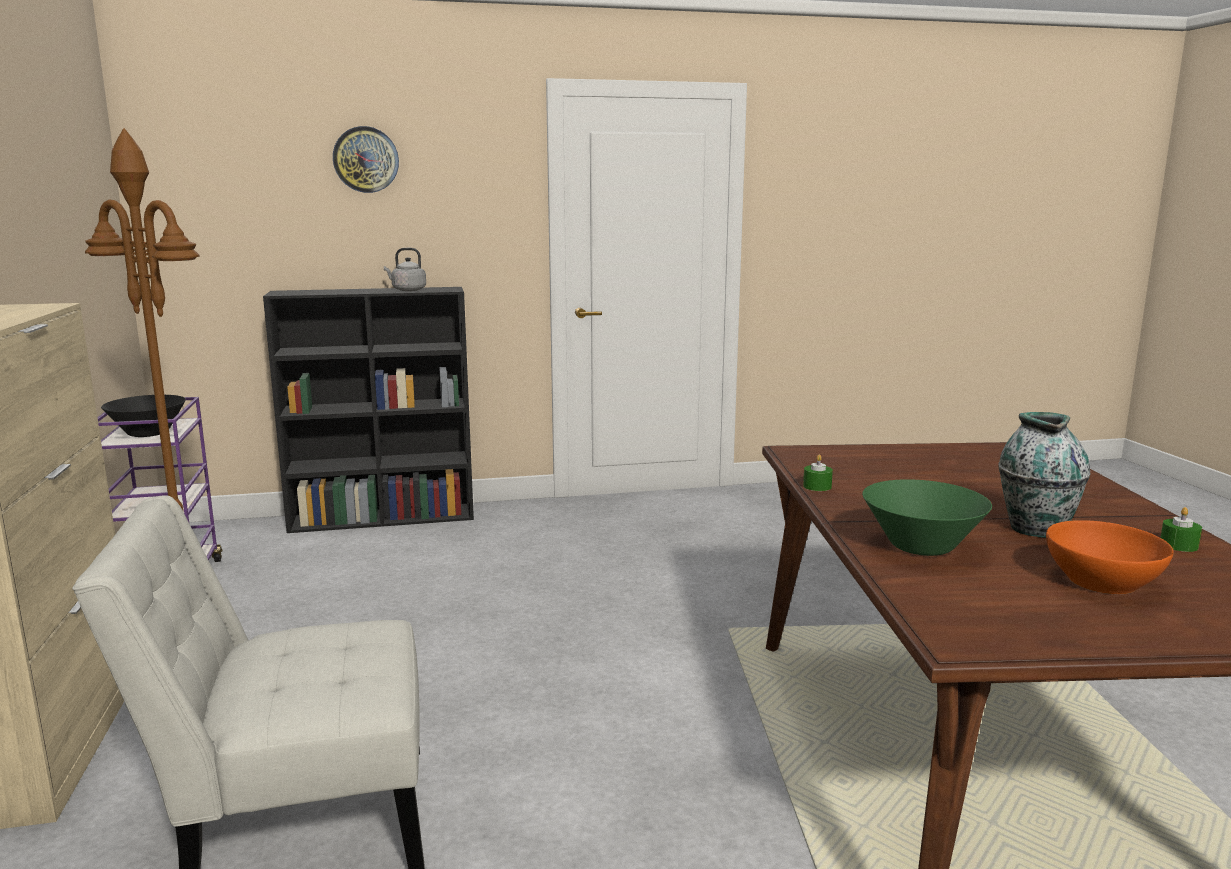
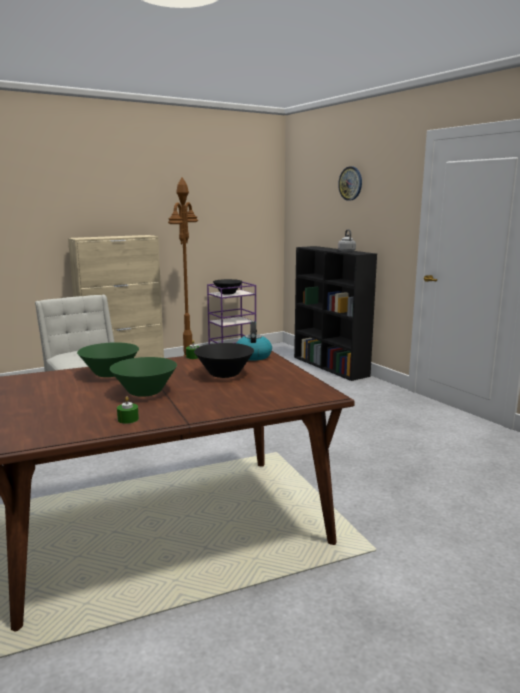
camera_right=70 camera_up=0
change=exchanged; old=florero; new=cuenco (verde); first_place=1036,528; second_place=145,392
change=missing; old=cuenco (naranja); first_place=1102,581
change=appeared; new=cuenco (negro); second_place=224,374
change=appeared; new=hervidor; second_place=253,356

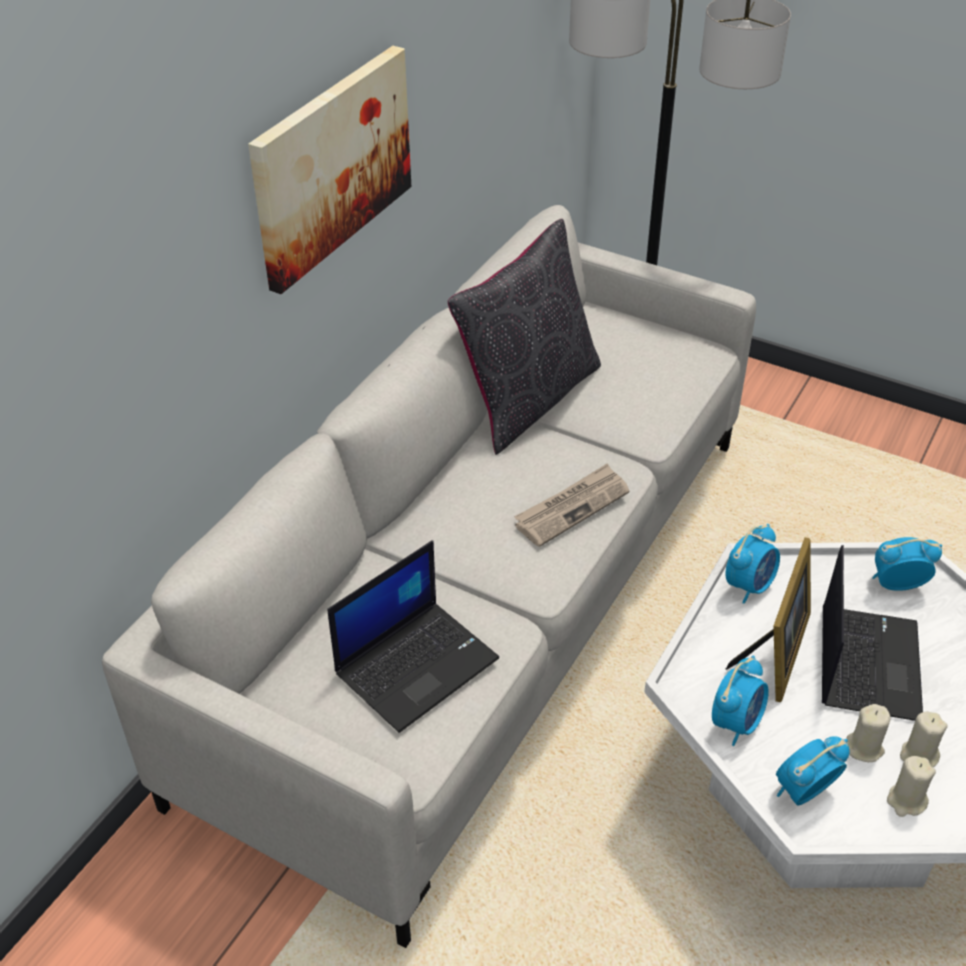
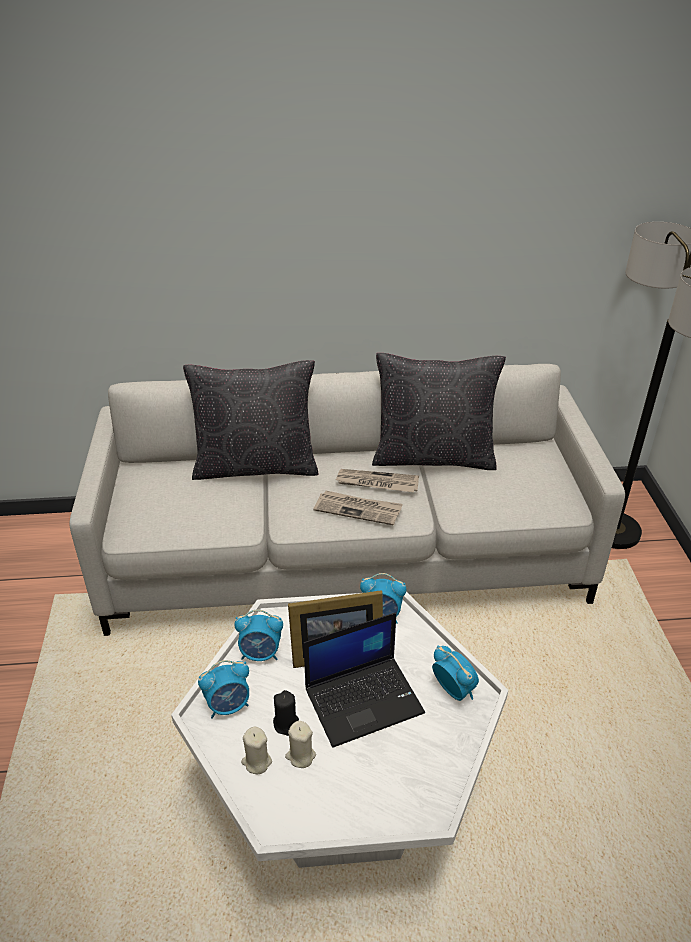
camera_right=55 camera_up=-5
change=missing; old=cuadro; first_place=331,165
change=missing; old=portátil; first_place=417,664
change=spun; old=despertador; first_place=803,791; second_place=228,705; degrees=135
change=colour; old=vela (beis); new=vela (negro); first_place=864,748; second_place=286,724
change=appeared; new=cojín (negro); second_place=256,466
change=appeared; new=periódico; second_place=377,483

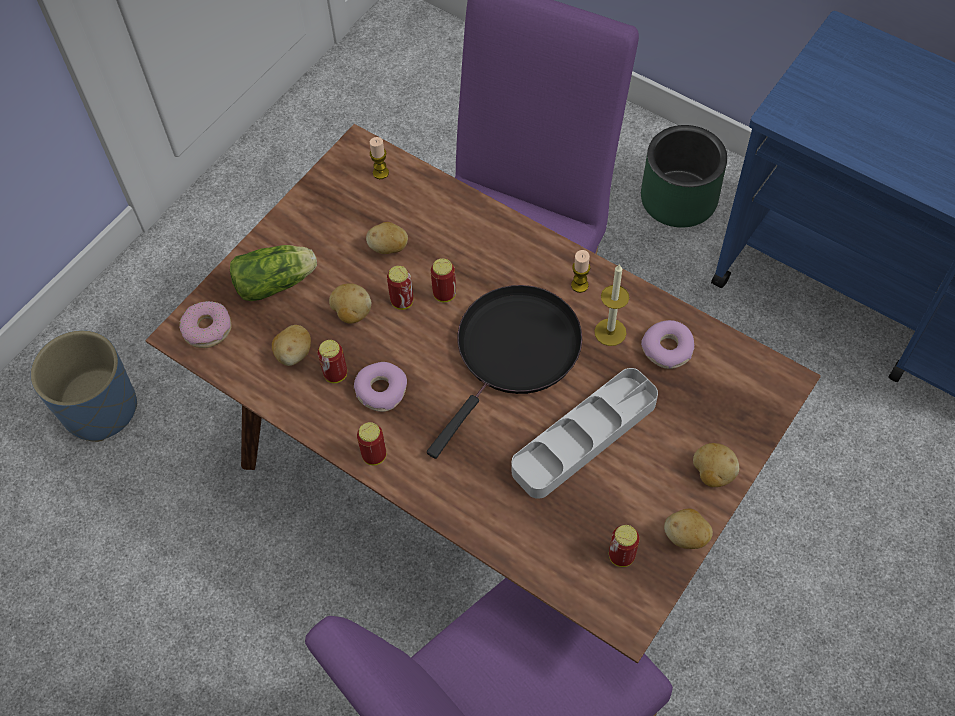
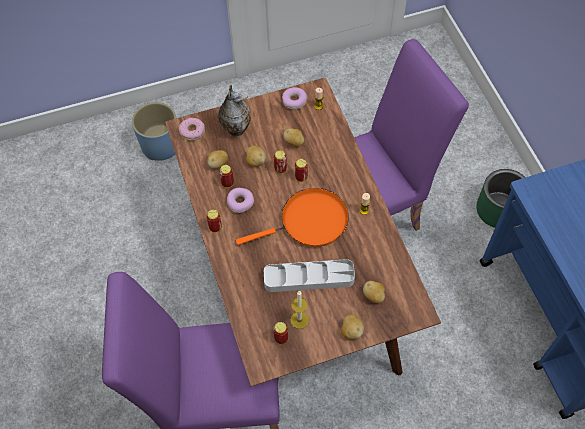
camera_right=35 camera_up=0
change=exchanged; old=lechuga; new=florero; first_place=278,282; second_place=236,129
change=colour; old=sartén (negro); new=sartén (naranja); first_place=514,352; second_place=309,222
change=relocated; old=vela; first_place=610,332; second_place=299,320
change=relocated; old=rosquilla; first_place=668,349; second_place=294,101
change=relocated; old=patata; first_place=686,536; second_place=374,296

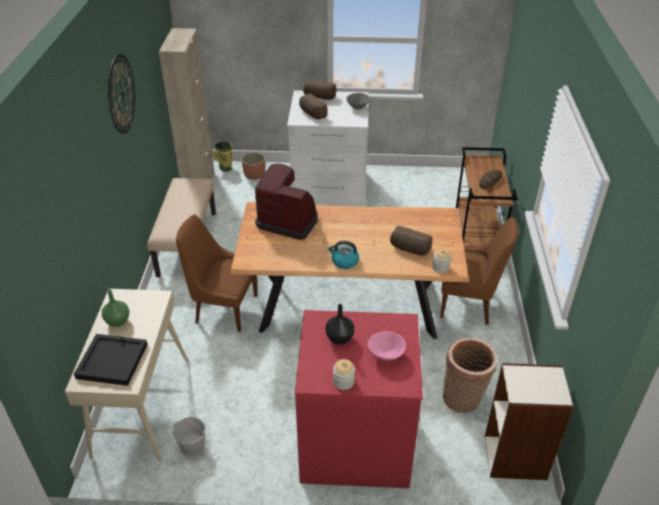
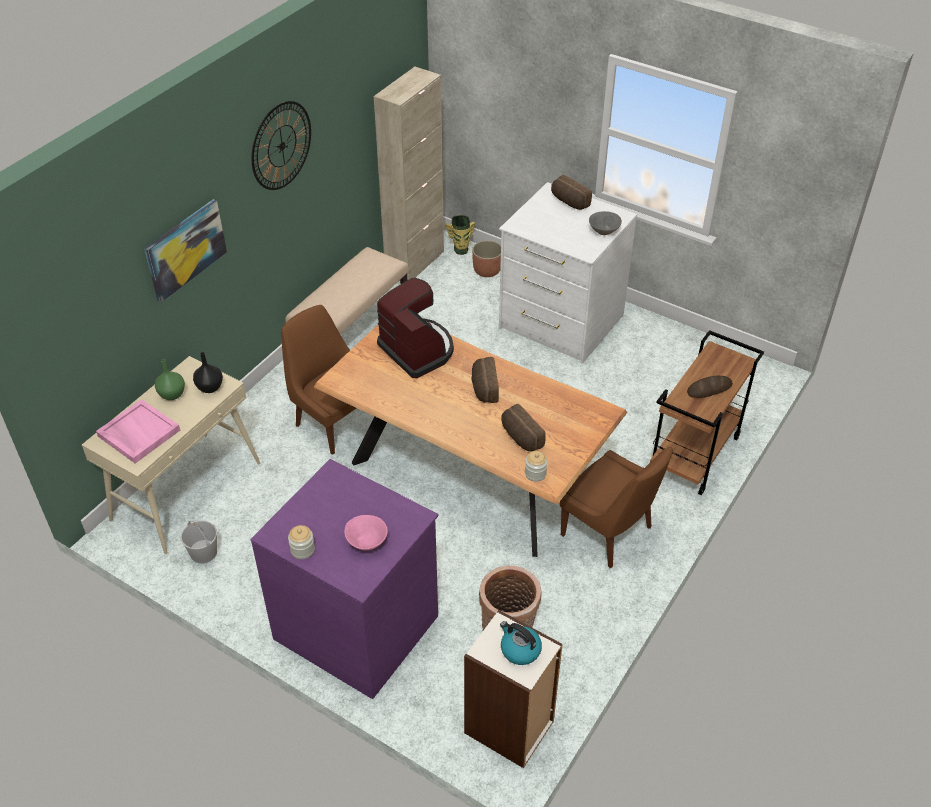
camera_right=30 camera_up=5
change=colour; old=bandeja (negro); new=bandeja (rosa); first_place=111,361; second_place=138,433
change=colour; old=cómoda (rojo); new=cómoda (morado); first_place=355,441; second_place=358,625
change=relocated; old=pan; first_place=311,113; second_place=483,388
change=relocated; old=florero (negro); first_place=339,338; second_place=210,387
change=relocated; old=hervidor; first_place=344,262; second_place=519,650
change=appeared; new=cuadro; second_place=185,249

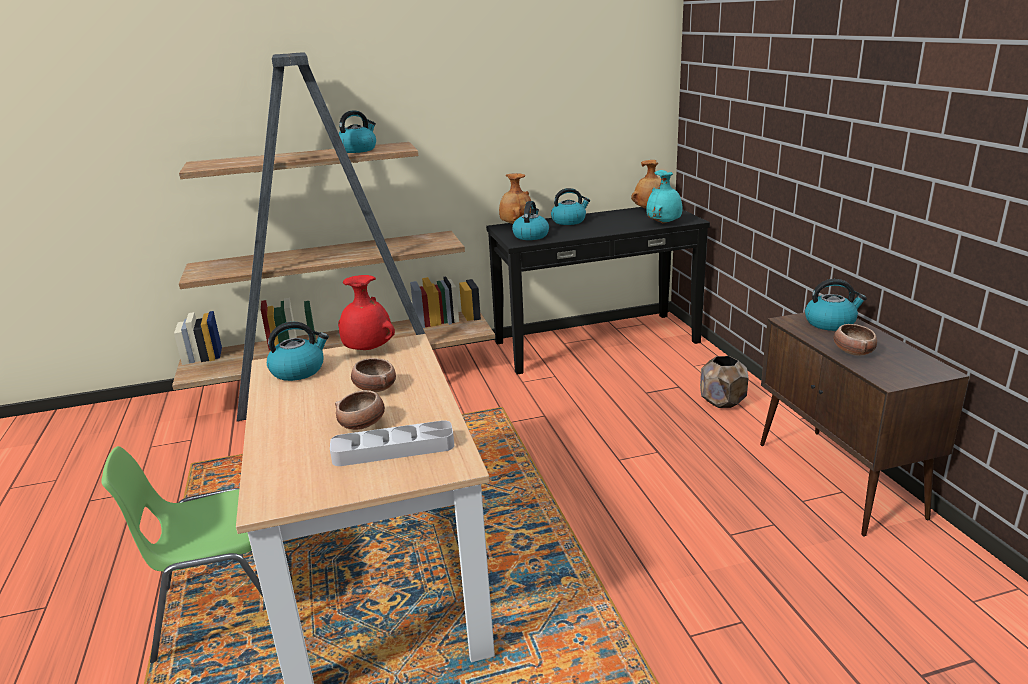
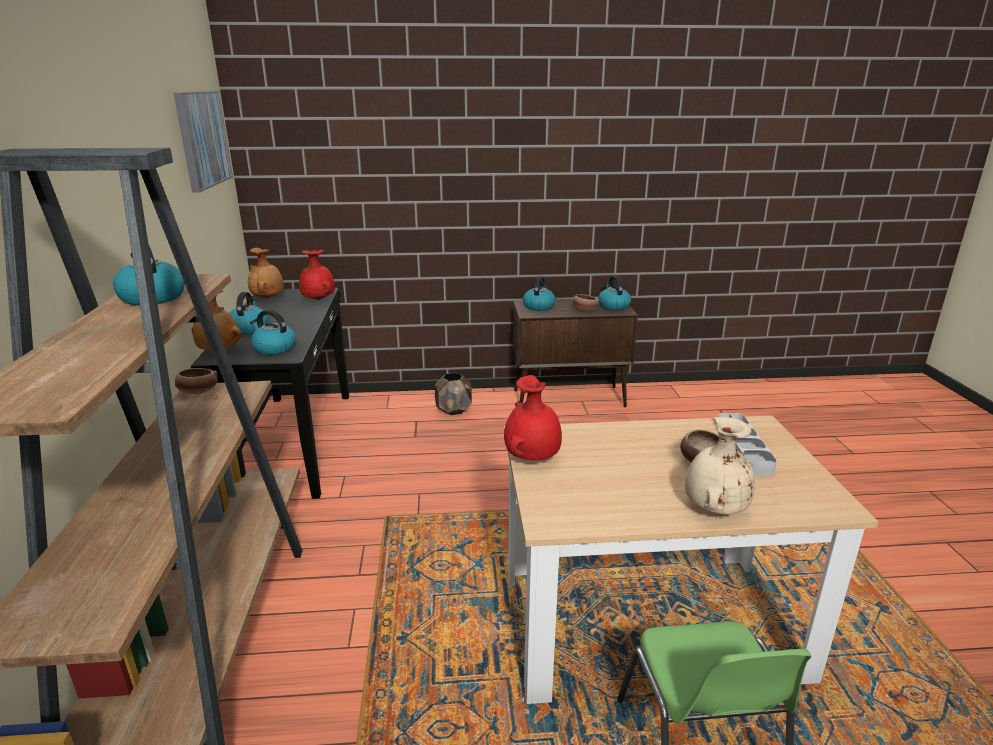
camera_right=-80 camera_up=0
change=relocated; old=hervidor; first_place=298,370; second_place=613,306
change=relocated; old=cuenco; first_place=375,388; second_place=197,392
change=colour; old=florero (turquesa); new=florero (rojo); first_place=664,223; second_place=319,299
change=appeared; new=cuadro; second_place=202,139
change=appeared; new=florero (beis); second_place=714,507

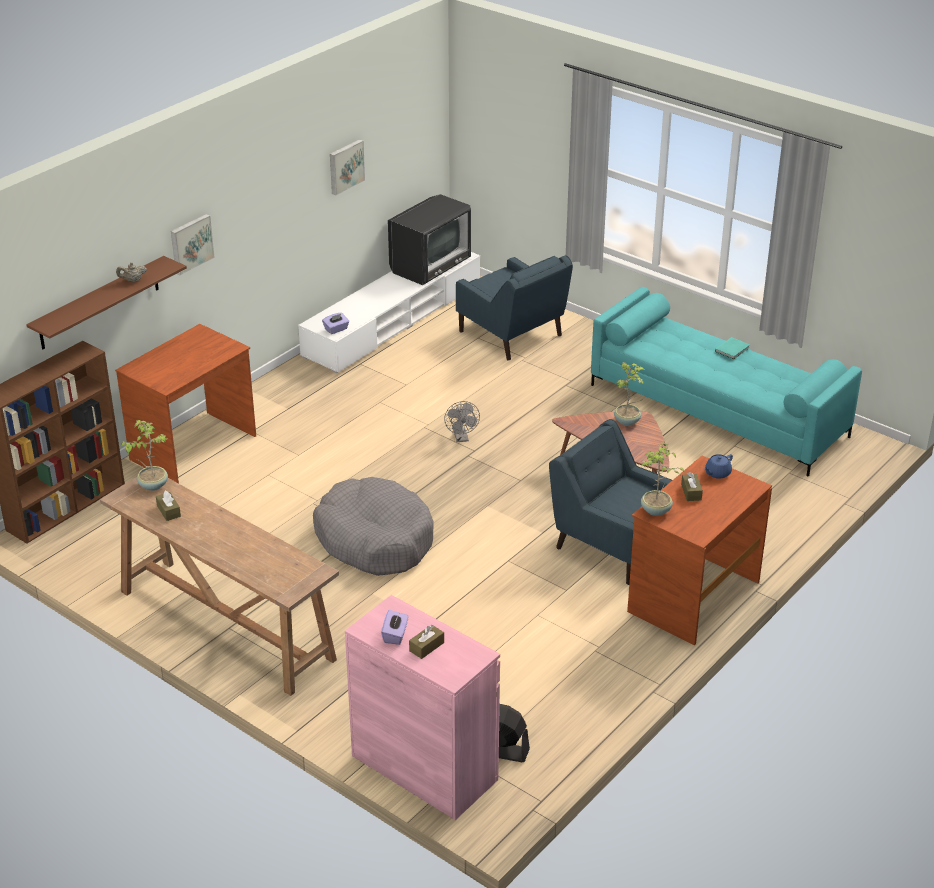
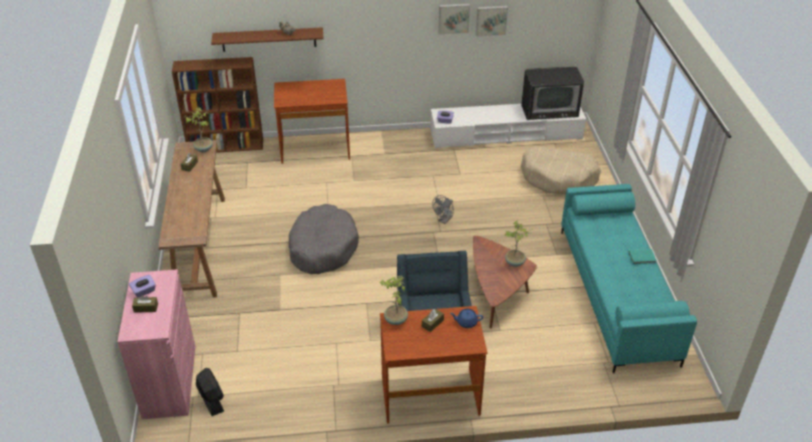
camera_right=45 camera_up=5
change=relocated; old=cuadro; first_place=190,243; second_place=453,18
change=exchanged; old=sillón (azul); new=cama para perro (beis); first_place=512,335; second_place=558,177

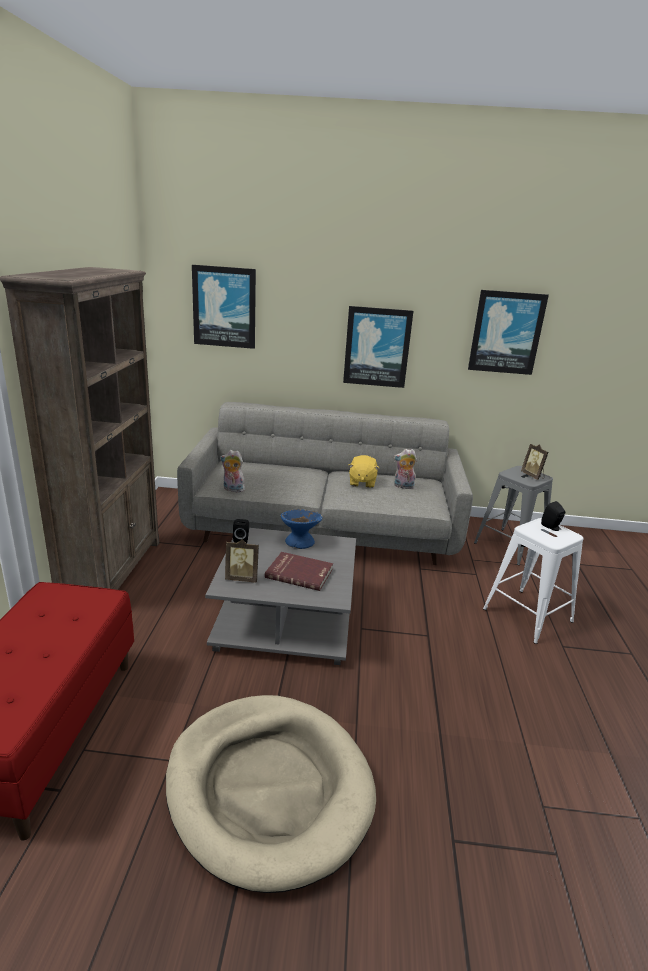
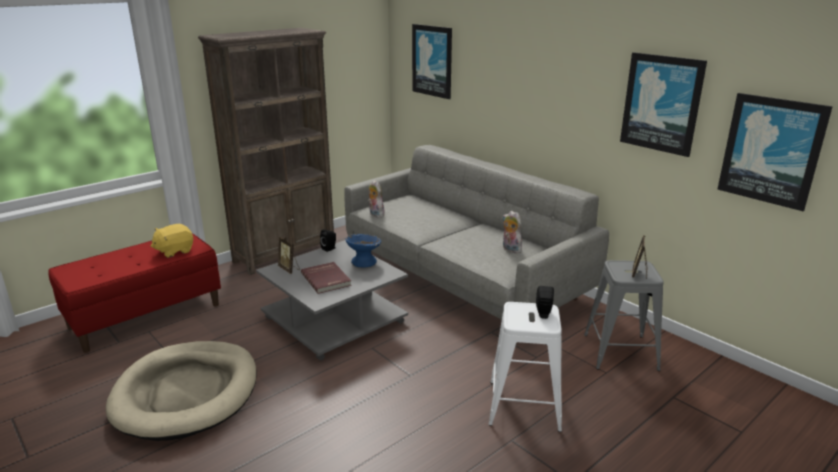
camera_right=45 camera_up=0
change=relocated; old=cuadro; first_place=377,347; second_place=771,150
change=relocated; old=peluche (amarillo); first_place=362,482; second_place=174,251

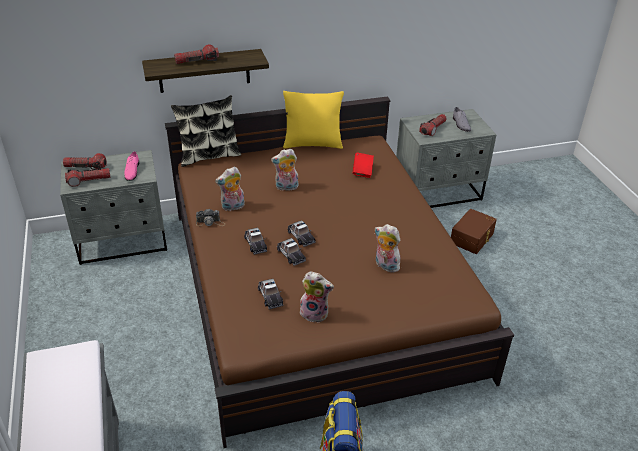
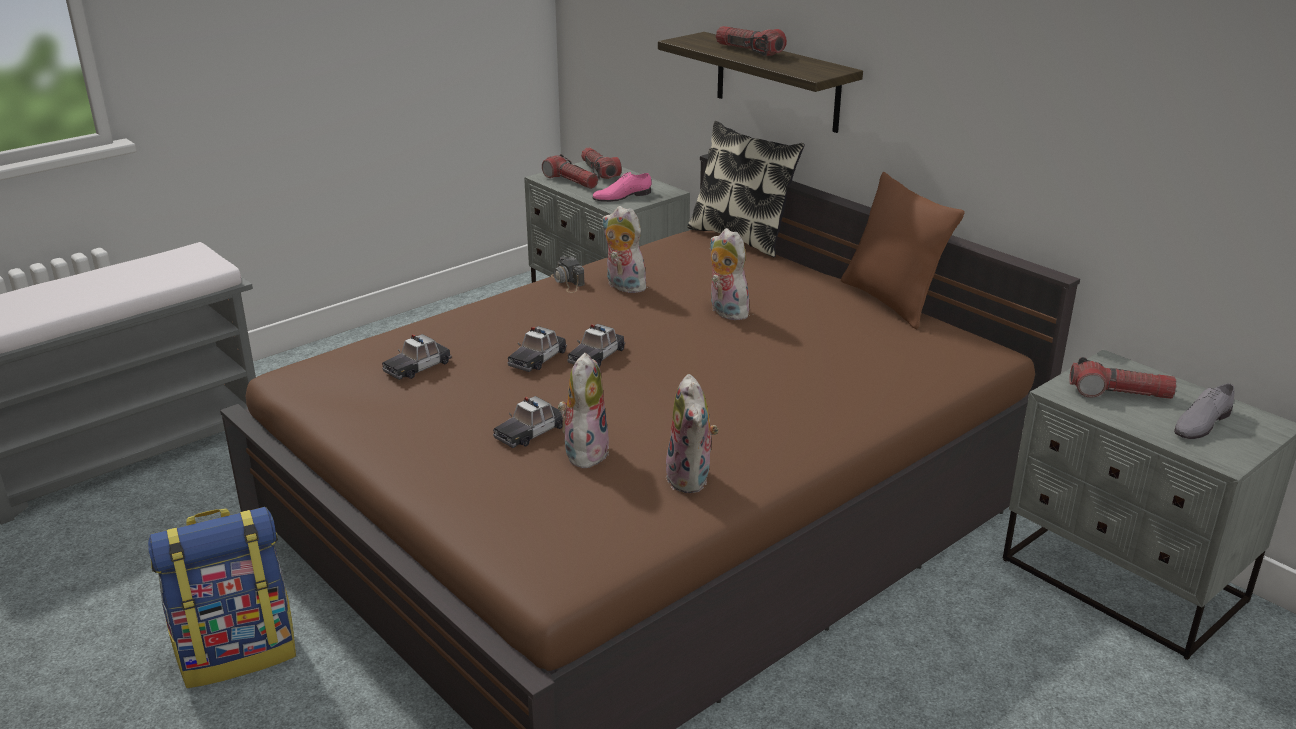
camera_right=65 camera_up=-10
change=relocated; old=coche de juguete; first_place=255,244; second_place=530,431
change=colour; old=cojín (amarillo); new=cojín (marrón); first_place=313,144; second_place=891,301
change=relocated; old=peluche; first_place=315,313; second_place=692,479
change=missing; old=libro (rojo); first_place=362,171
change=missing; old=caja de almacenaje (marrón); first_place=472,238

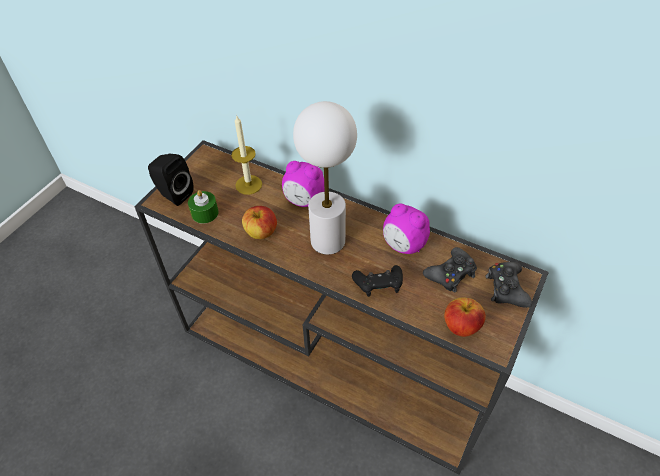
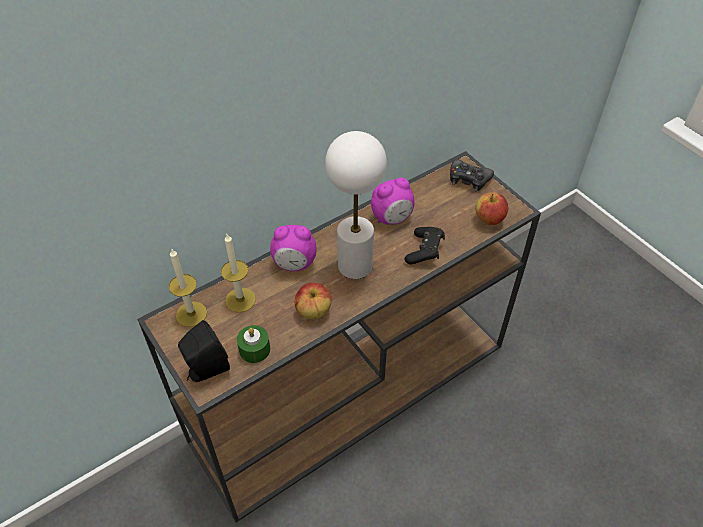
camera_right=-65 camera_up=0
change=spun; old=despertador; first_place=304,201; second_place=294,264; degrees=45
change=missing; old=mando de consola (negro); first_place=451,274
change=appeared; new=vela; second_place=191,314

